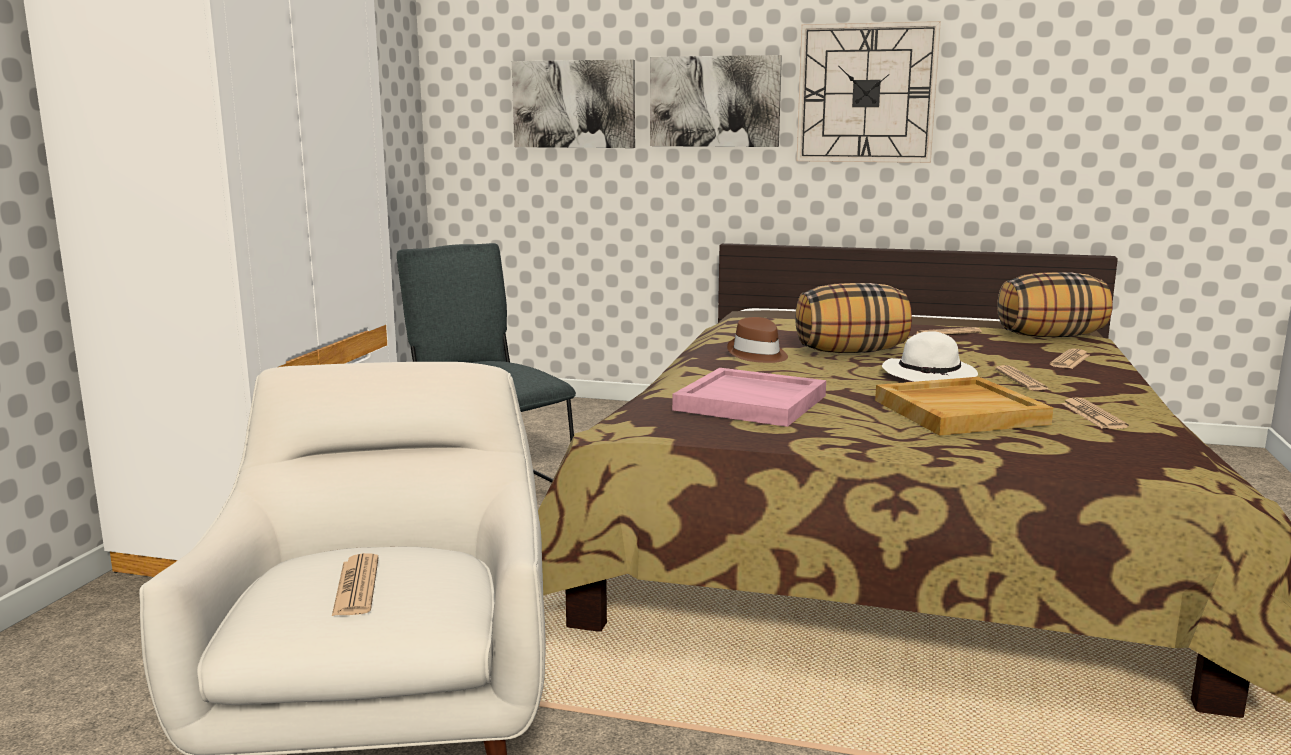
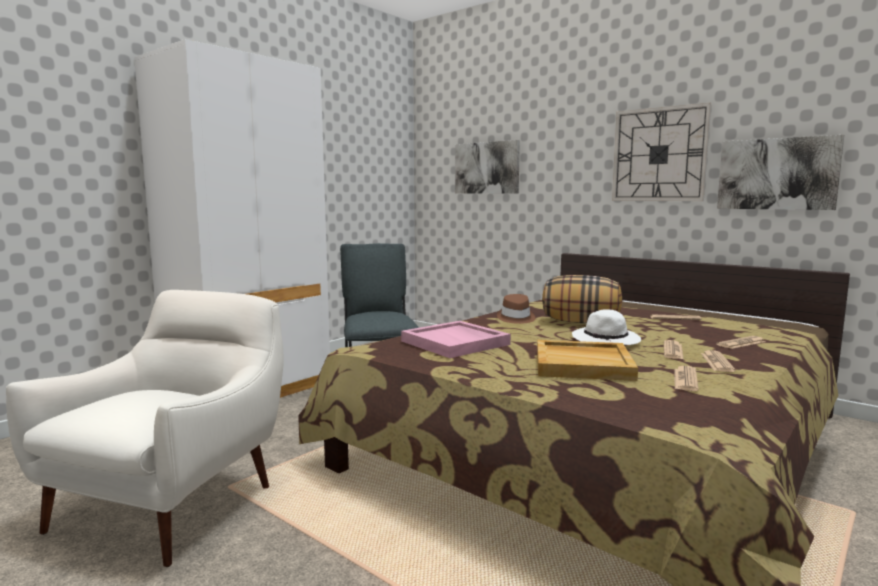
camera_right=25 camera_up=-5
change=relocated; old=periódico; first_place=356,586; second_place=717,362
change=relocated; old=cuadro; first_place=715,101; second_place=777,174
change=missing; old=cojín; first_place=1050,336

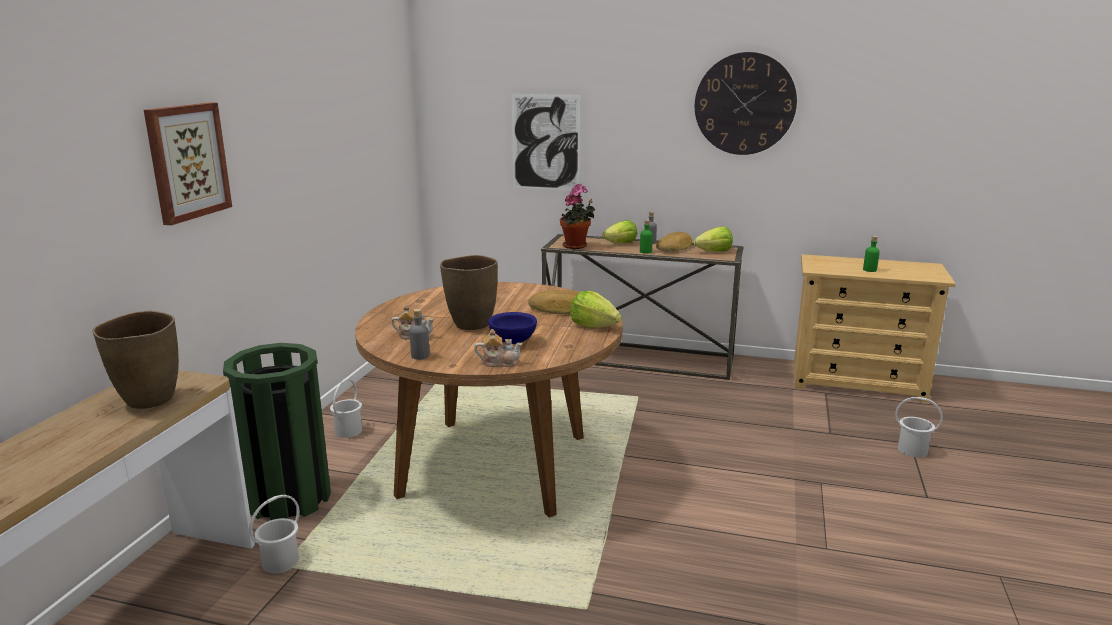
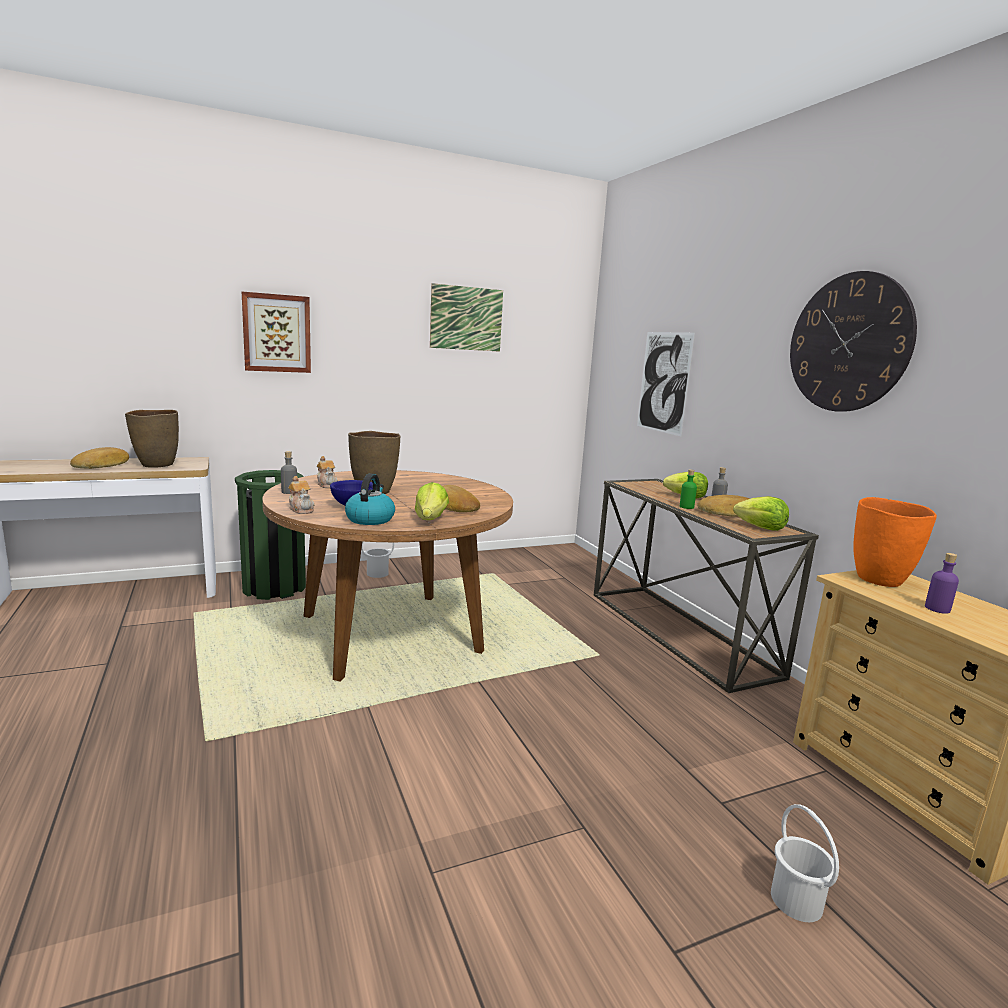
camera_right=50 camera_up=-5
change=missing; old=cubo (blanco); first_place=280,562
change=missing; old=planta en maceta; first_place=576,246
change=colour; old=botella (verde); new=botella (morado); first_place=869,270; second_place=937,609
change=appeared; new=pan; second_place=102,464
change=appeared; new=hervidor; second_place=370,519
change=appeared; new=cuadro; second_place=466,318
change=appeared; new=florero (naranja); second_place=880,580

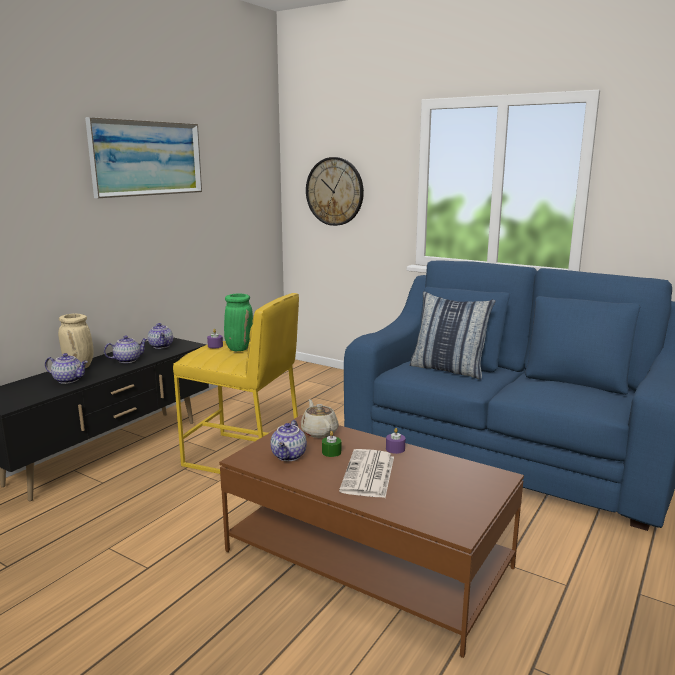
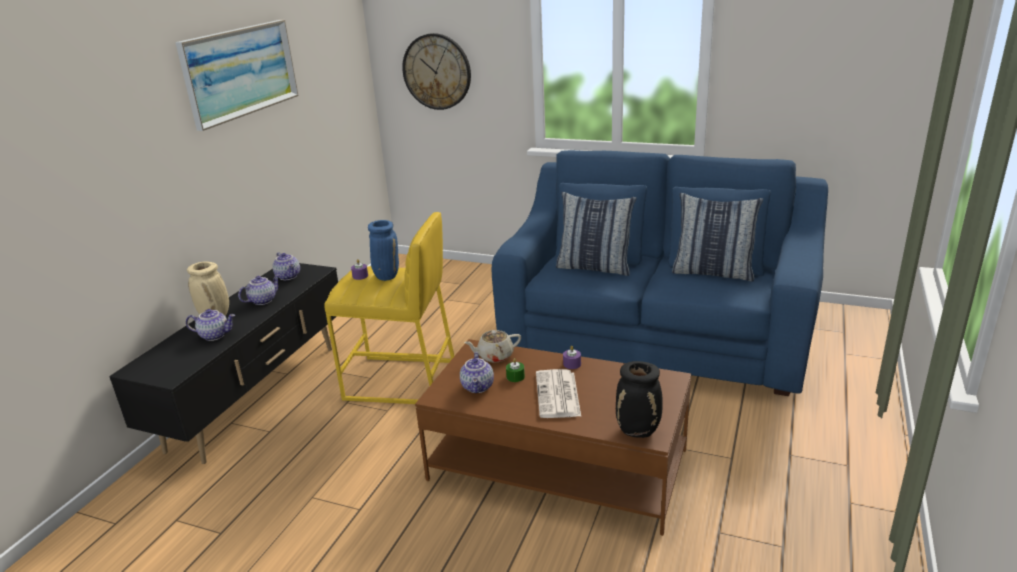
camera_right=-10 camera_up=10
change=colour; old=florero (verde); new=florero (azul); first_place=239,348; second_place=386,276
change=spun; old=tetera (beis); first_place=319,432; second_place=494,356; degrees=-75
change=appeared; new=florero (negro); second_place=639,431
change=appeared; new=cojín; second_place=713,272

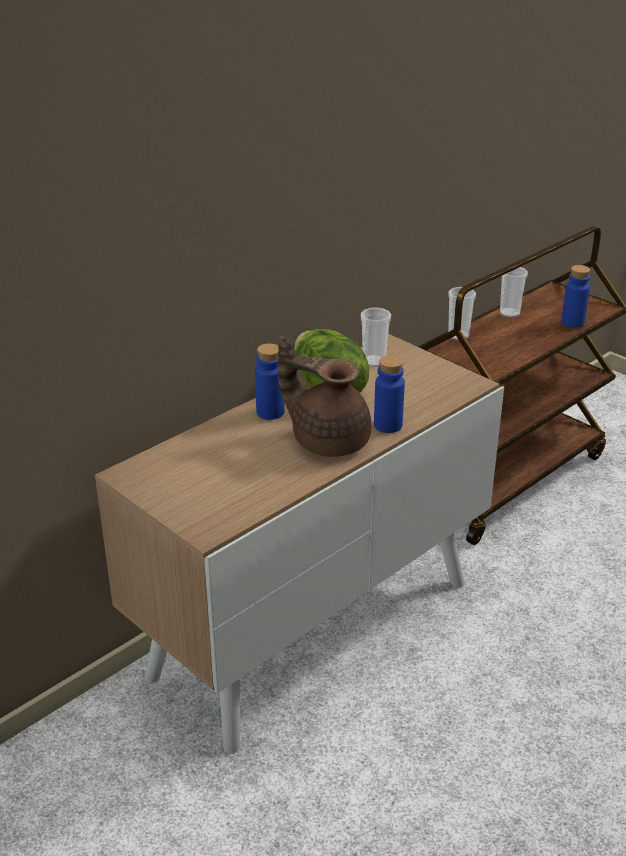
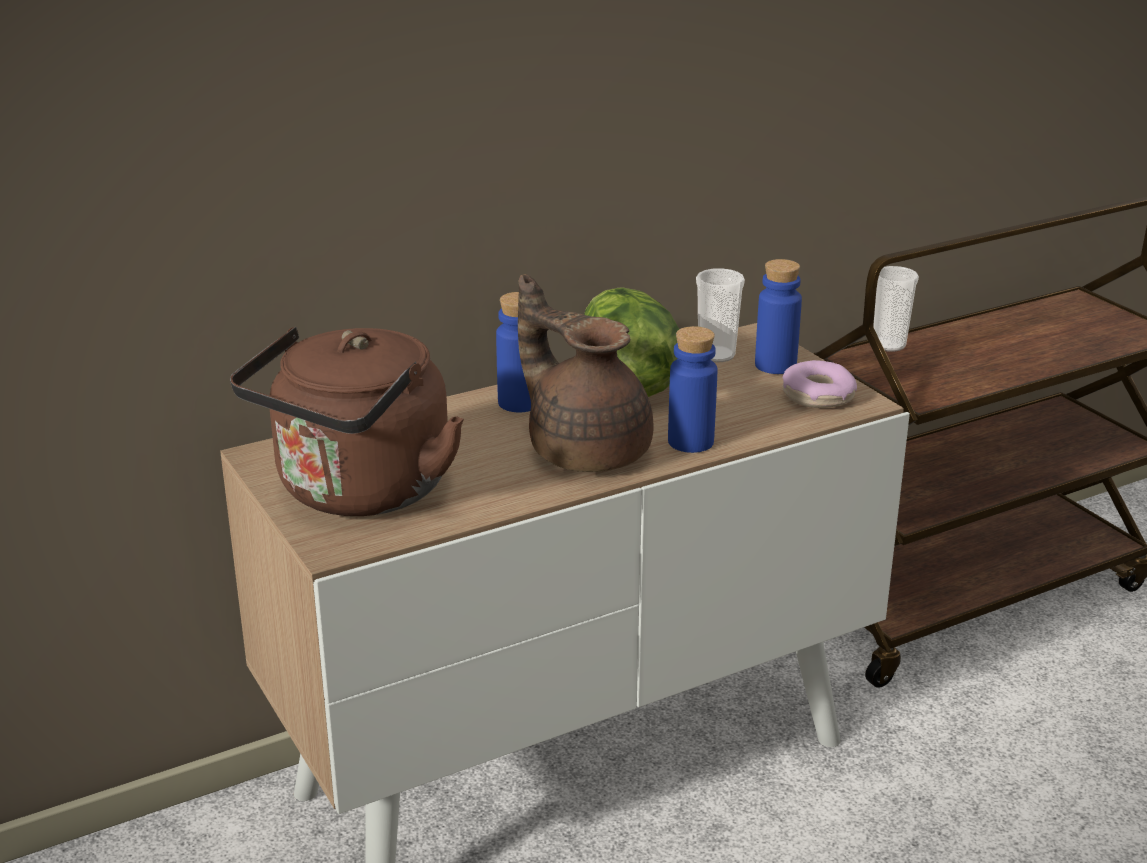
camera_right=15 camera_up=-5
change=missing; old=taza; first_place=509,313
change=relocated; old=botella (azul); first_place=572,322; second_place=775,365
change=appeared; new=hervidor (marrón); second_place=358,493
change=appeared; new=rosquilla; second_place=818,396

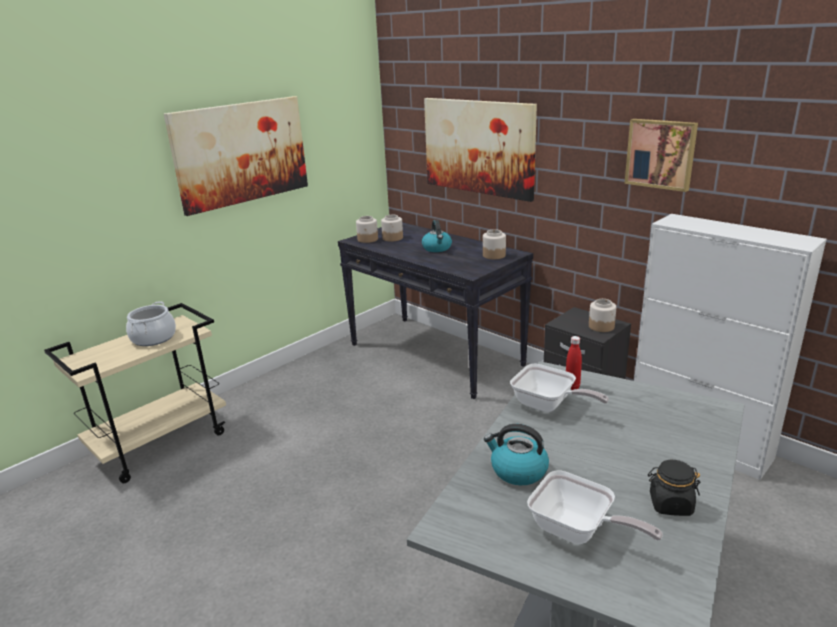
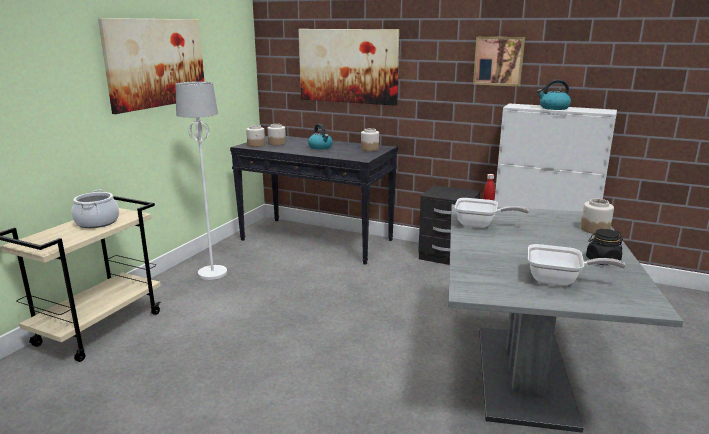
camera_right=-20 camera_up=-5
change=relocated; old=hervidor; first_place=518,470; second_place=553,108
change=relocated; old=tarro; first_place=601,326; second_place=595,229
change=appeared; new=lámpara de pie (blanco); second_place=213,273

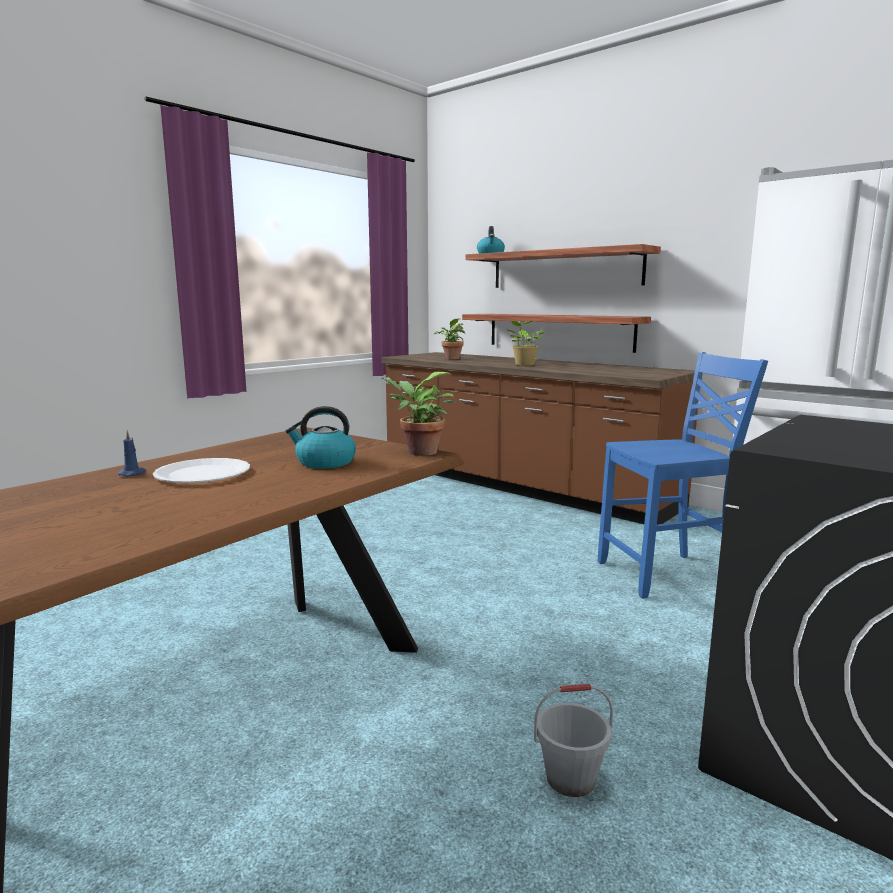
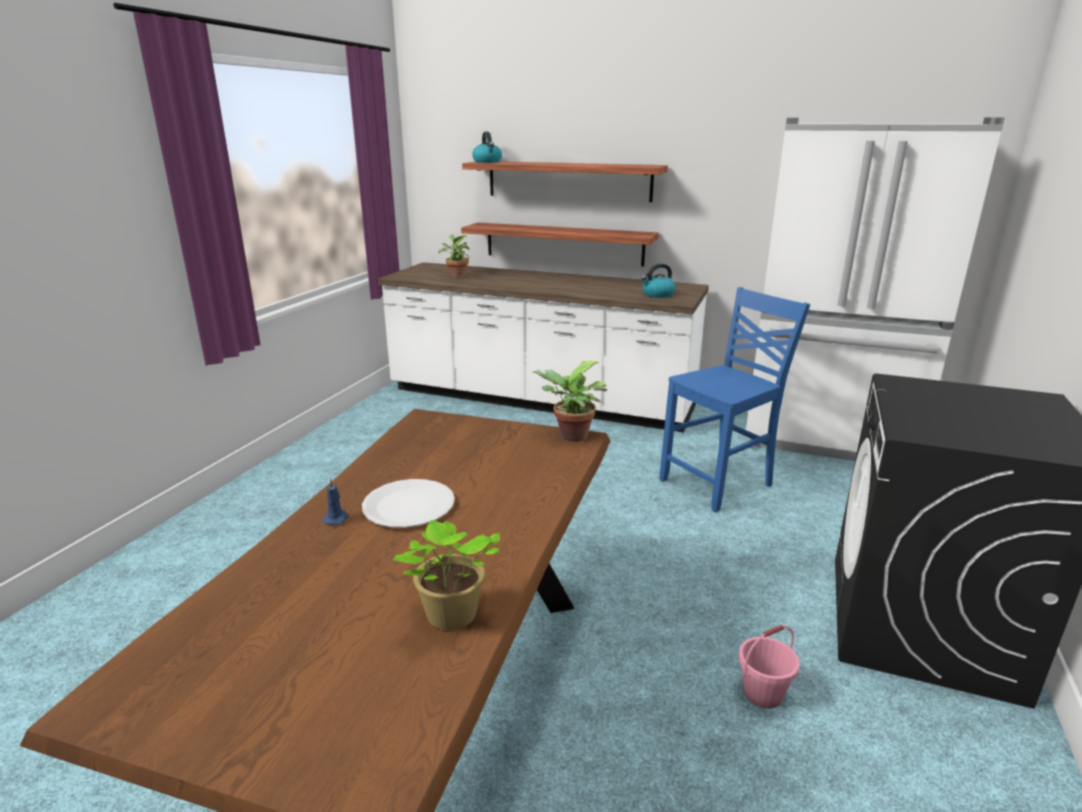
camera_right=-20 camera_up=10
change=relocated; old=hervidor; first_place=324,462; second_place=658,294
change=colour; old=mueble bajo de cocina (marrón); new=mueble bajo de cocina (blanco); first_place=521,486; second_place=539,399
change=relocated; old=planta en maceta; first_place=524,365; second_place=450,617
change=colour; old=cubo (gris); new=cubo (rosa); first_place=570,779; second_place=762,694

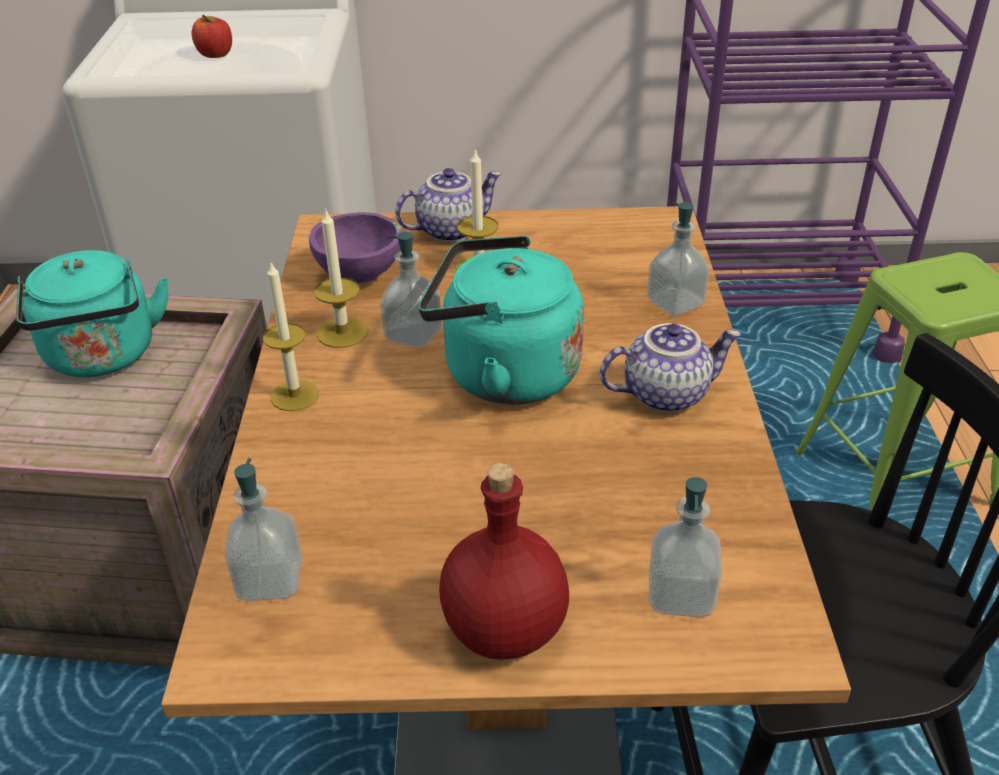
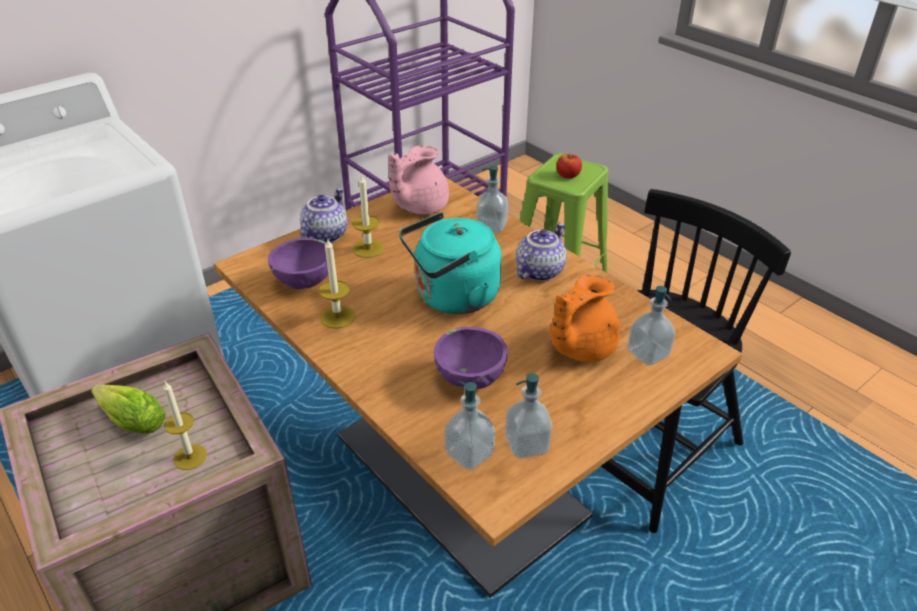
camera_right=-40 camera_up=0
change=exchanged; old=hervidor (turquesa); new=lechuga; first_place=103,357; second_place=130,420
change=relocated; old=manzana; first_place=215,54; second_place=568,175
change=relocated; old=vela; first_place=295,395; second_place=190,457
change=relocated; old=dispensador de jabón; first_place=413,335; second_place=527,444
change=missing; old=botella (rojo); first_place=502,630
change=appeared; new=tetera (rosa); second_place=419,206
change=appeared; new=cuenco (morado); second_place=471,379
change=appeared; new=tetera (naranja); second_place=579,347

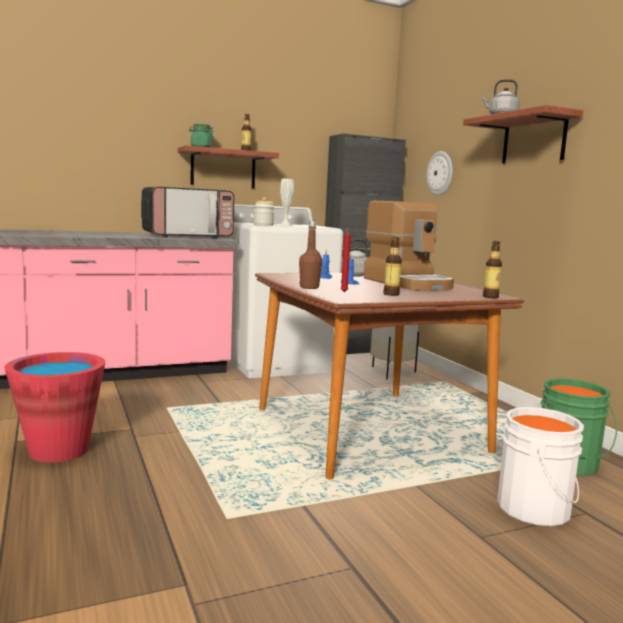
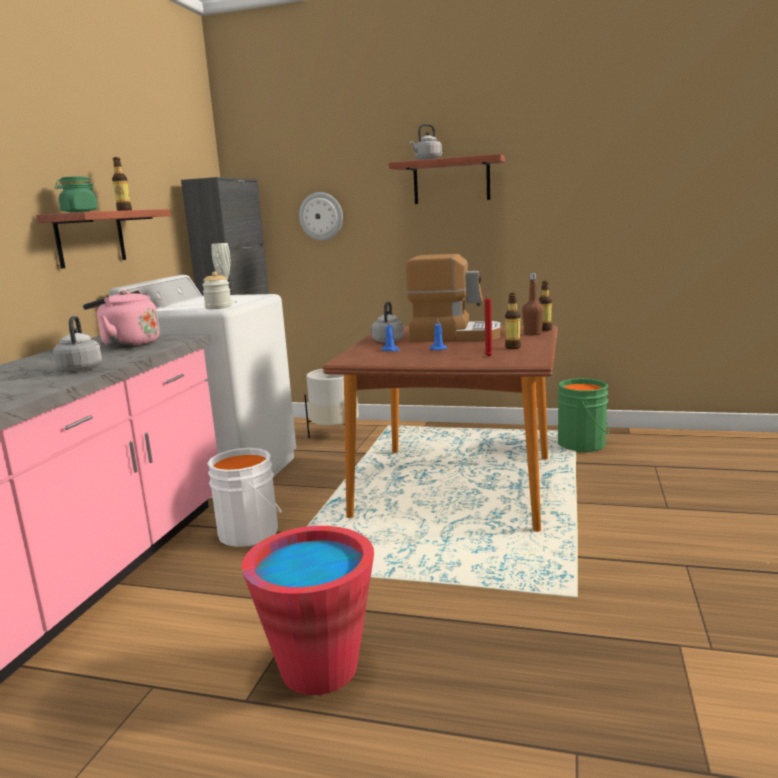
camera_right=-50 camera_up=5
change=exchanged; old=microondas; new=hervidor (rosa); first_place=187,236; second_place=127,344
change=relocated; old=botella (marrón); first_place=309,287; second_place=532,333
change=relocated; old=cubo (blanco); first_place=537,509; second_place=251,532
change=appeared; new=hervidor (gris); second_place=81,368

